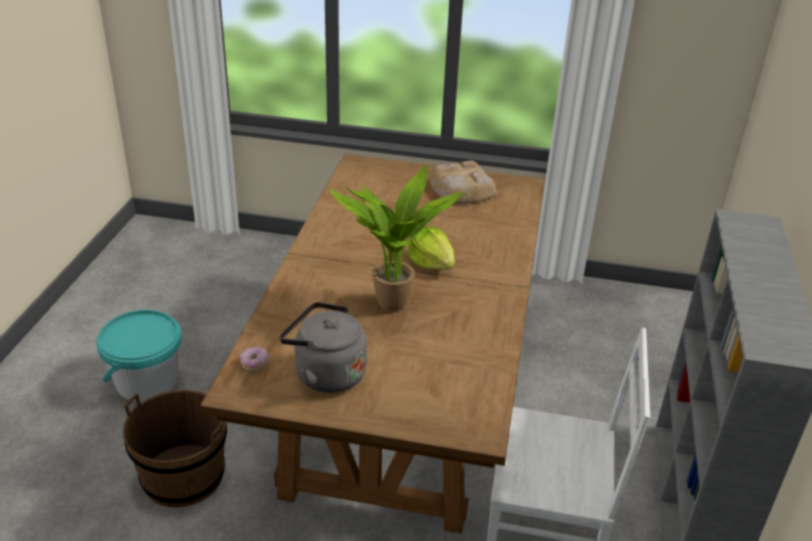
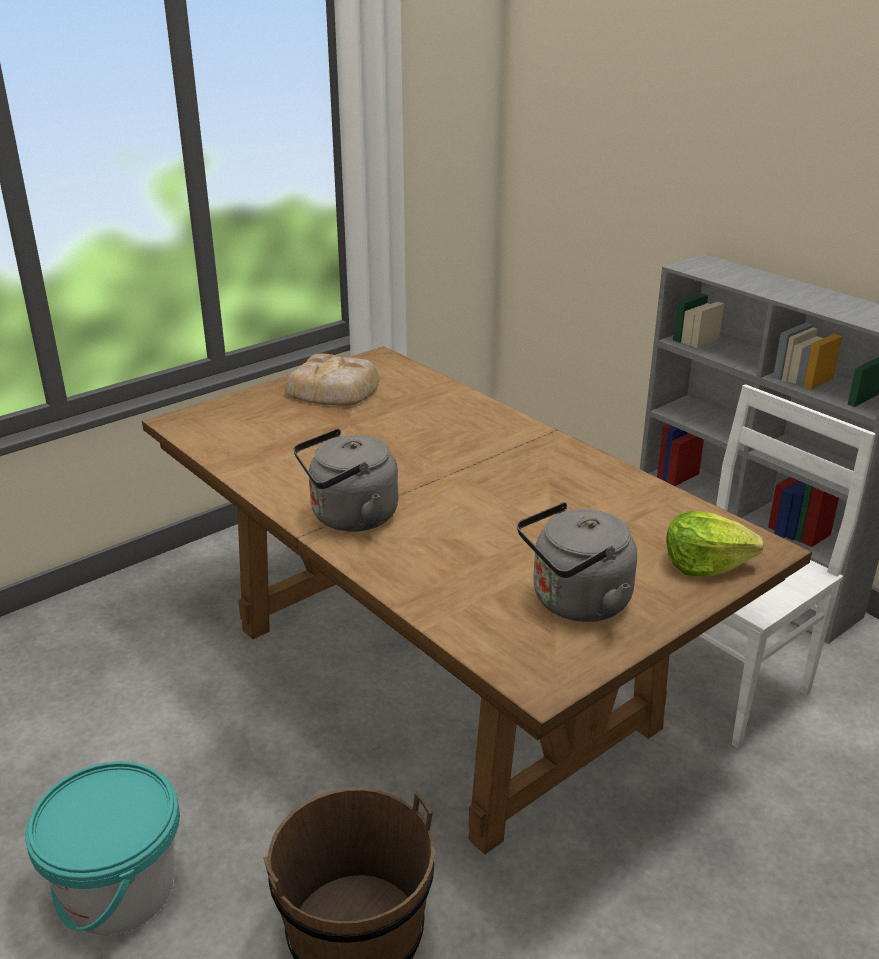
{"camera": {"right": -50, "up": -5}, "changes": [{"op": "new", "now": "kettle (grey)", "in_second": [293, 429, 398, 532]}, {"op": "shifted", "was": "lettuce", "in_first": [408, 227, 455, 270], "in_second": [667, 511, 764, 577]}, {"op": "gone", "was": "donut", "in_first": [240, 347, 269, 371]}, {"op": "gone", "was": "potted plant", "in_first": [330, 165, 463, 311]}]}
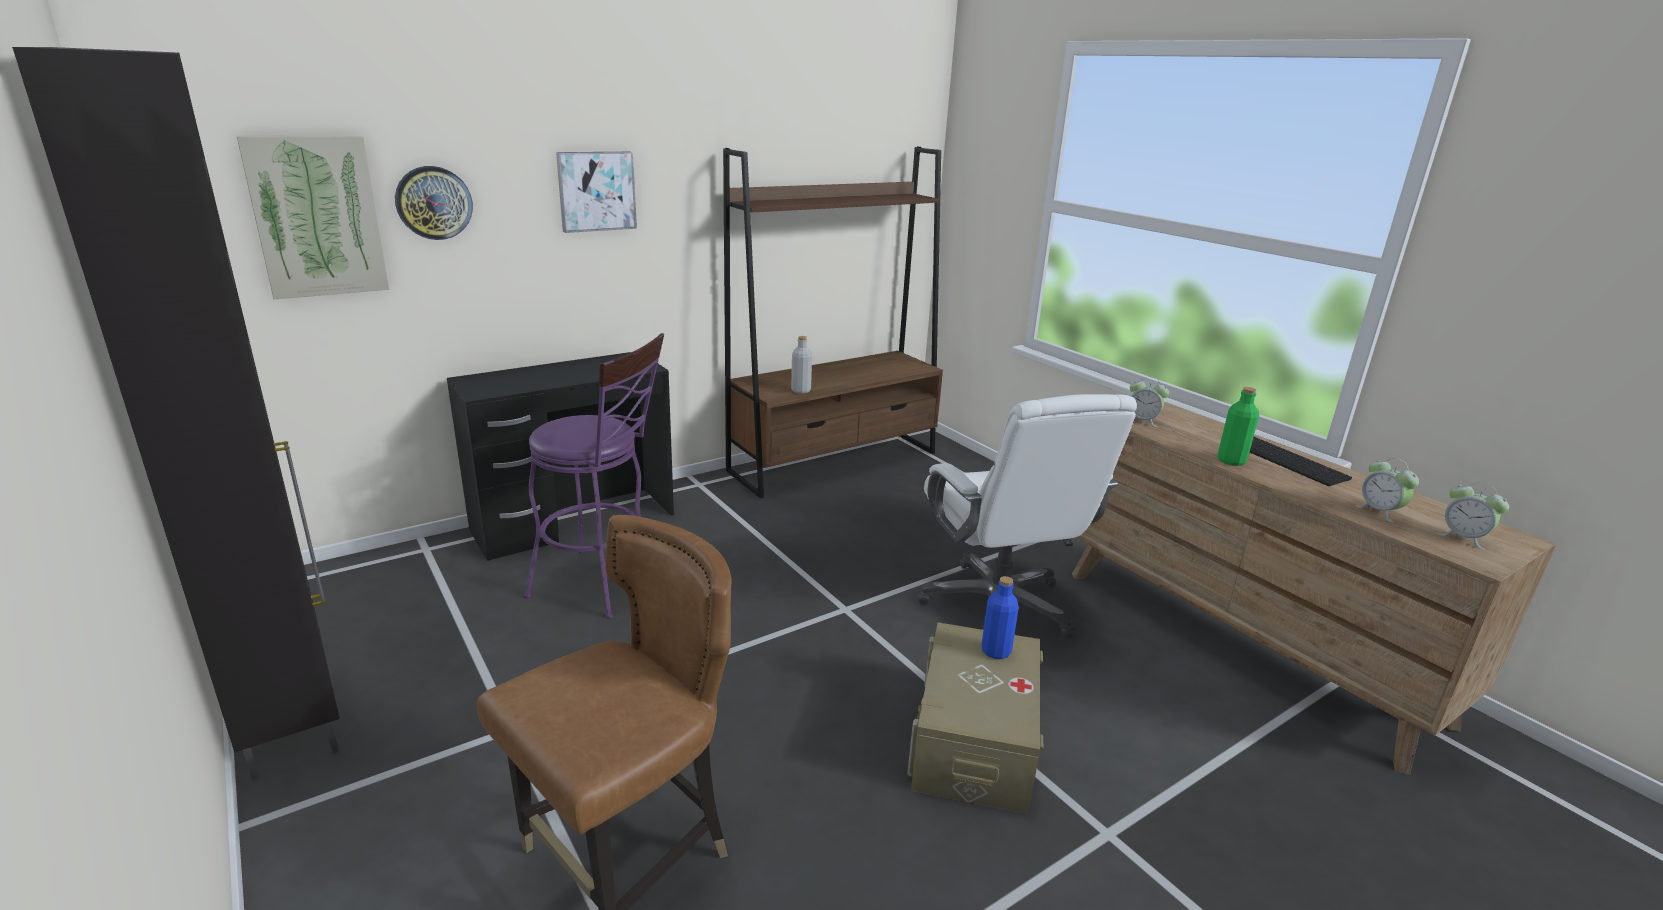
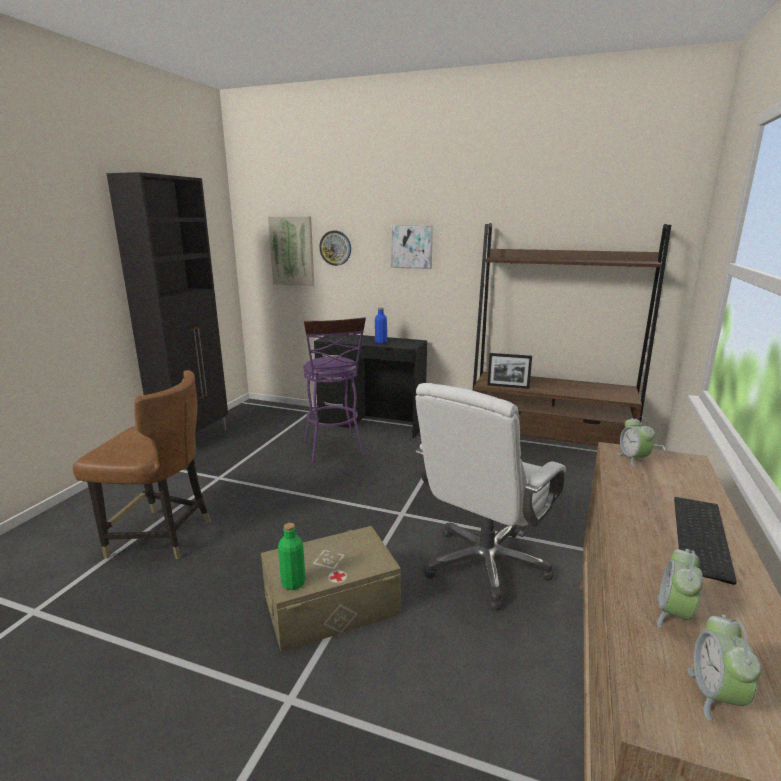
{"camera": {"right": 55, "up": -5}, "changes": [{"op": "shifted", "was": "bottle (green)", "in_first": [1217, 387, 1259, 466], "in_second": [278, 523, 306, 590]}, {"op": "shifted", "was": "bottle (blue)", "in_first": [981, 576, 1019, 659], "in_second": [375, 307, 387, 344]}, {"op": "swapped", "was": "bottle (grey)", "now": "picture frame", "in_first": [791, 336, 812, 394], "in_second": [488, 353, 532, 389]}]}
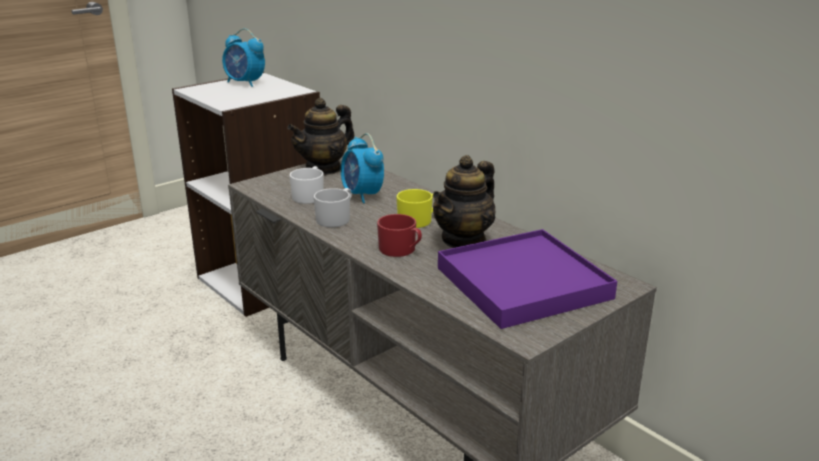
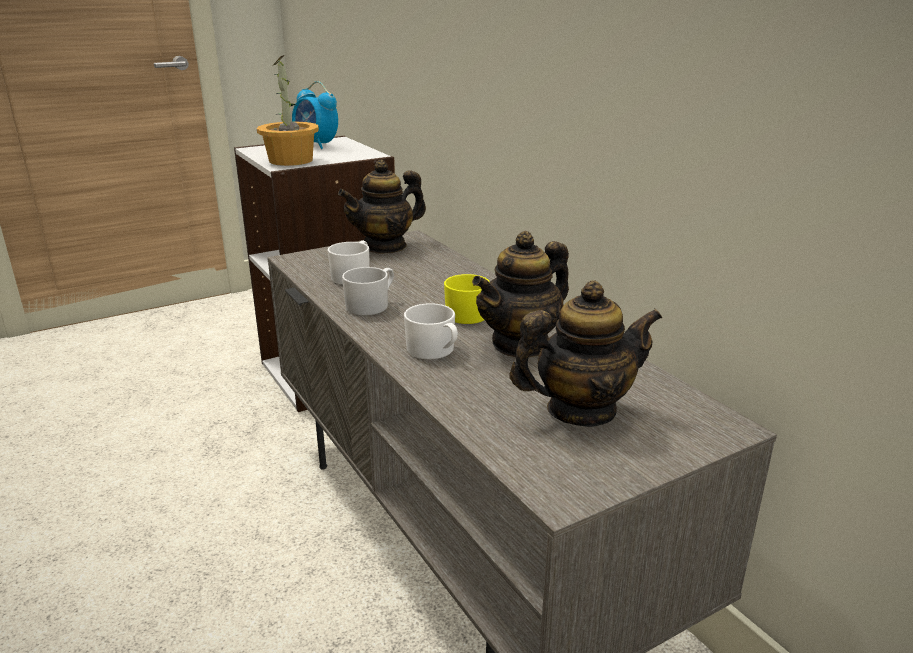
{"camera": {"right": 10, "up": 0}, "changes": [{"op": "new", "now": "potted plant", "in_second": [257, 55, 319, 166]}, {"op": "repainted", "was": "mug (red)", "now": "mug (white)", "in_first": [377, 214, 422, 257], "in_second": [404, 303, 458, 359]}, {"op": "swapped", "was": "tray (purple)", "now": "teapot", "in_first": [438, 229, 617, 329], "in_second": [509, 280, 663, 427]}, {"op": "gone", "was": "alarm clock", "in_first": [341, 133, 384, 203]}]}
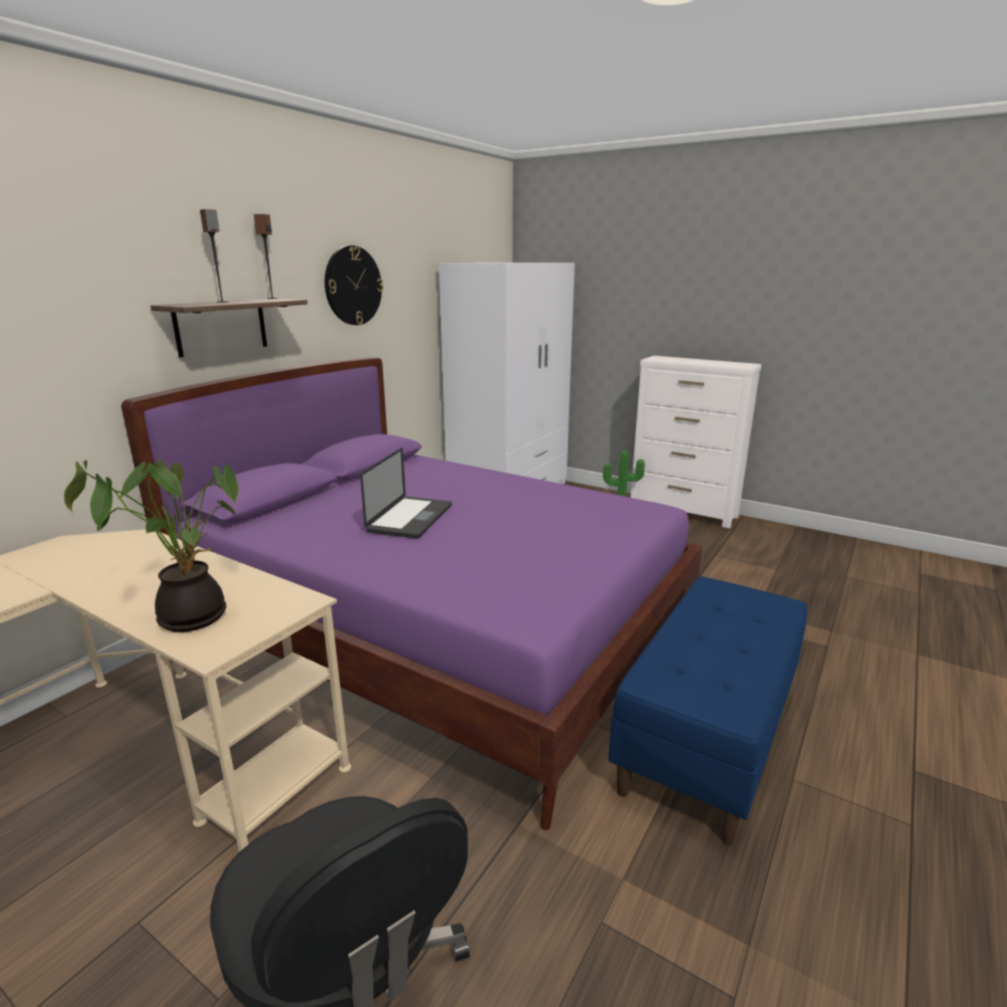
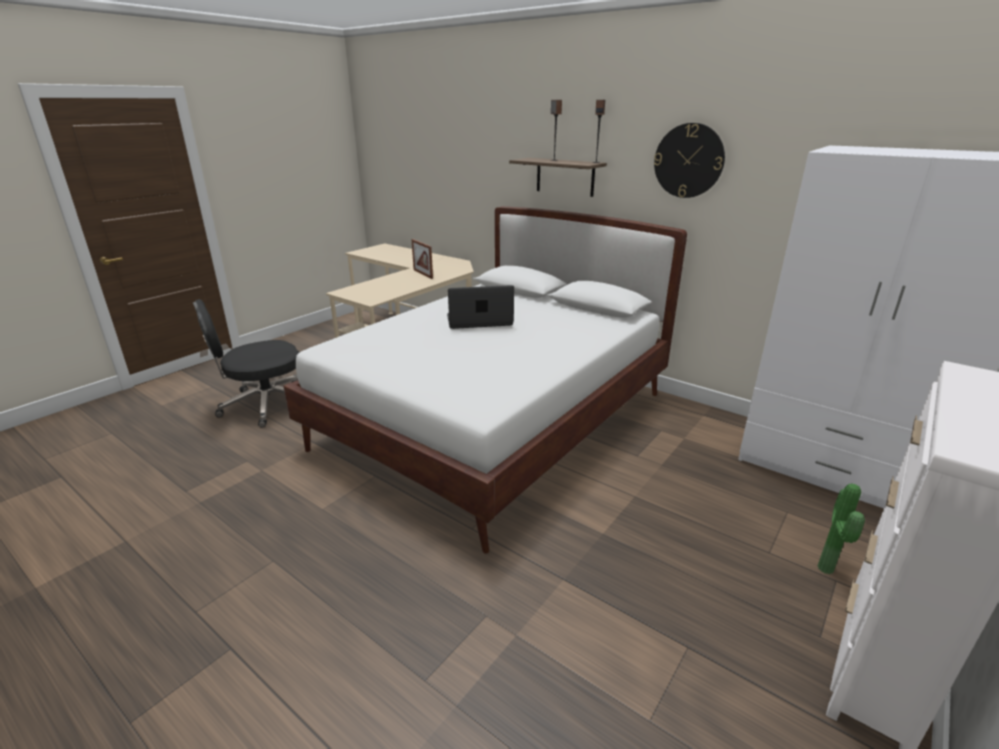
{"camera": {"right": 95, "up": 5}, "changes": [{"op": "repainted", "was": "bed (purple)", "now": "bed (white)", "in_first": [121, 357, 703, 830], "in_second": [283, 206, 687, 554]}, {"op": "new", "now": "picture frame", "in_second": [412, 239, 433, 279]}, {"op": "rotated", "was": "laptop", "in_first": [360, 448, 452, 538], "in_second": [447, 285, 514, 329], "clockwise": 150}, {"op": "gone", "was": "potted plant", "in_first": [64, 459, 239, 632]}, {"op": "gone", "was": "bench (blue)", "in_first": [609, 576, 807, 845]}]}
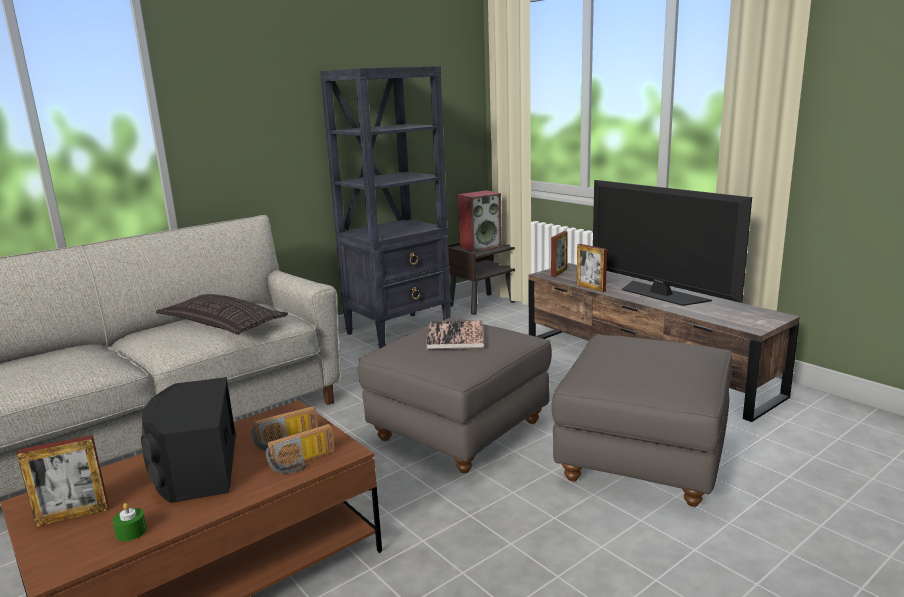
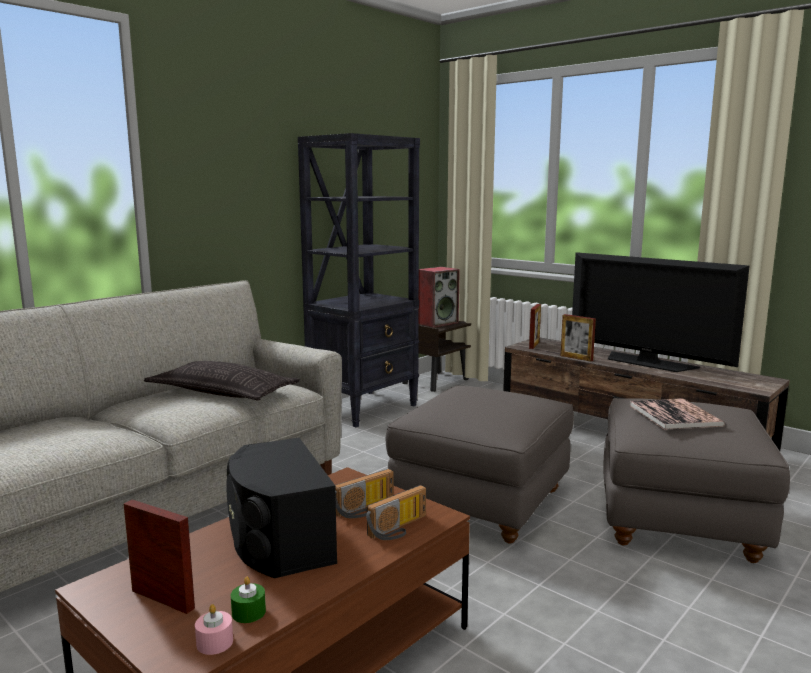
{"camera": {"right": -10, "up": -5}, "changes": [{"op": "rotated", "was": "picture frame", "in_first": [17, 435, 109, 527], "in_second": [124, 500, 195, 614], "clockwise": -120}, {"op": "new", "now": "candle (pink)", "in_second": [195, 604, 233, 655]}, {"op": "shifted", "was": "book", "in_first": [426, 320, 484, 349], "in_second": [630, 398, 725, 430]}]}
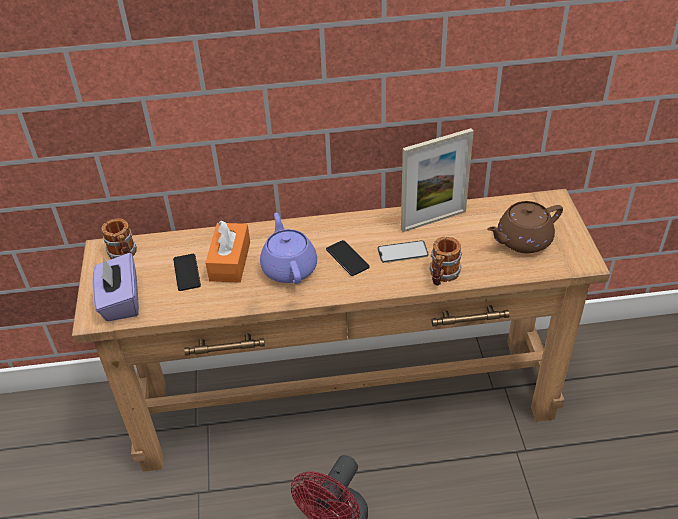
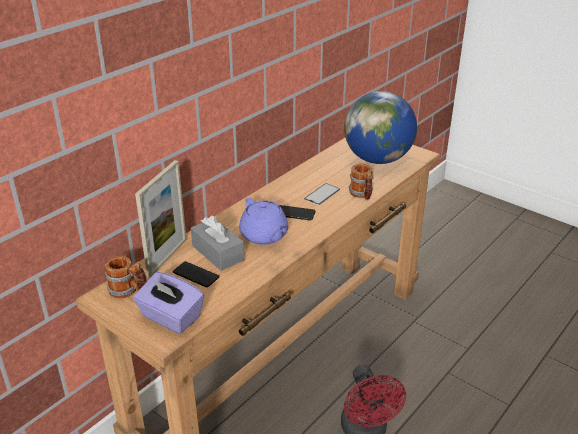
{"camera": {"right": -45, "up": -10}, "changes": [{"op": "shifted", "was": "picture frame", "in_first": [401, 128, 474, 232], "in_second": [135, 160, 186, 277]}, {"op": "repainted", "was": "tissue box (orange)", "now": "tissue box (grey)", "in_first": [205, 220, 250, 283], "in_second": [191, 216, 244, 271]}, {"op": "rotated", "was": "teapot (purple)", "in_first": [260, 212, 317, 284], "in_second": [239, 198, 288, 245], "clockwise": -150}, {"op": "swapped", "was": "teapot (brown)", "now": "globe", "in_first": [487, 201, 563, 253], "in_second": [344, 91, 417, 164]}]}
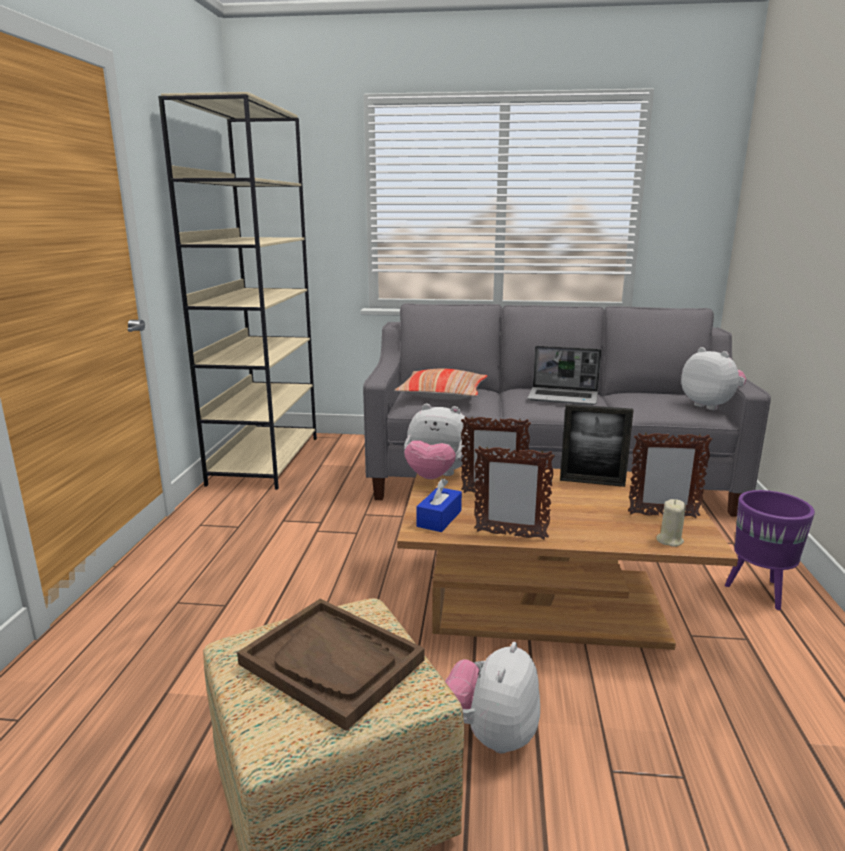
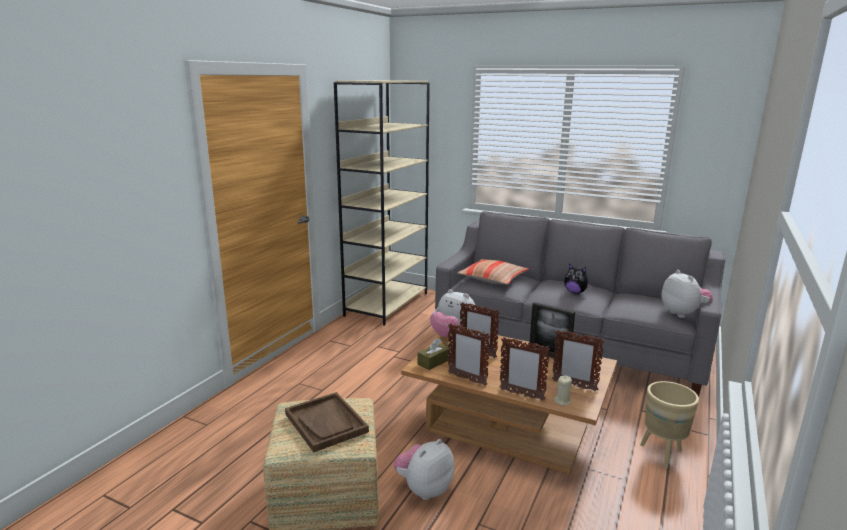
{"camera": {"right": 20, "up": 0}, "changes": [{"op": "repainted", "was": "tissue box (blue)", "now": "tissue box (brown)", "in_first": [416, 479, 462, 532], "in_second": [418, 338, 449, 370]}, {"op": "new", "now": "picture frame", "in_second": [500, 337, 550, 401]}, {"op": "swapped", "was": "laptop", "now": "plush toy", "in_first": [527, 346, 601, 405], "in_second": [564, 264, 592, 294]}, {"op": "repainted", "was": "planter (purple)", "now": "planter (beige)", "in_first": [725, 490, 815, 610], "in_second": [640, 381, 699, 468]}]}
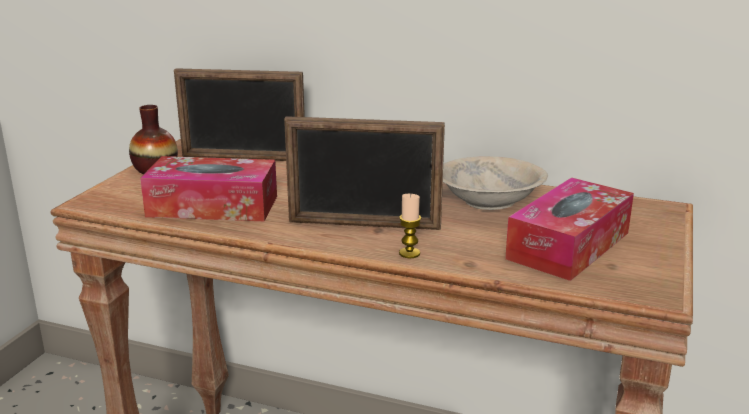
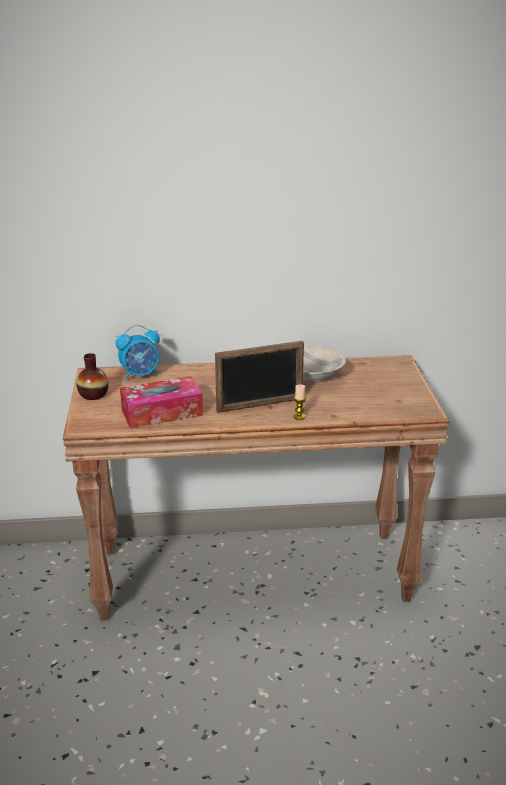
{"camera": {"right": -25, "up": 5}, "changes": [{"op": "swapped", "was": "picture frame", "now": "alarm clock", "in_first": [174, 68, 305, 161], "in_second": [116, 325, 160, 381]}, {"op": "gone", "was": "tissue box", "in_first": [505, 177, 634, 281]}]}
